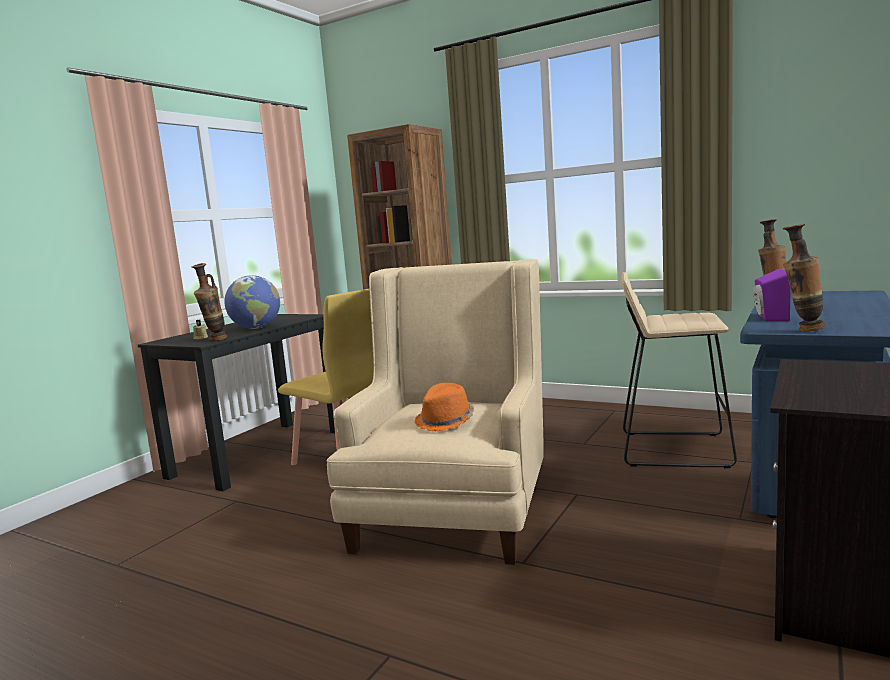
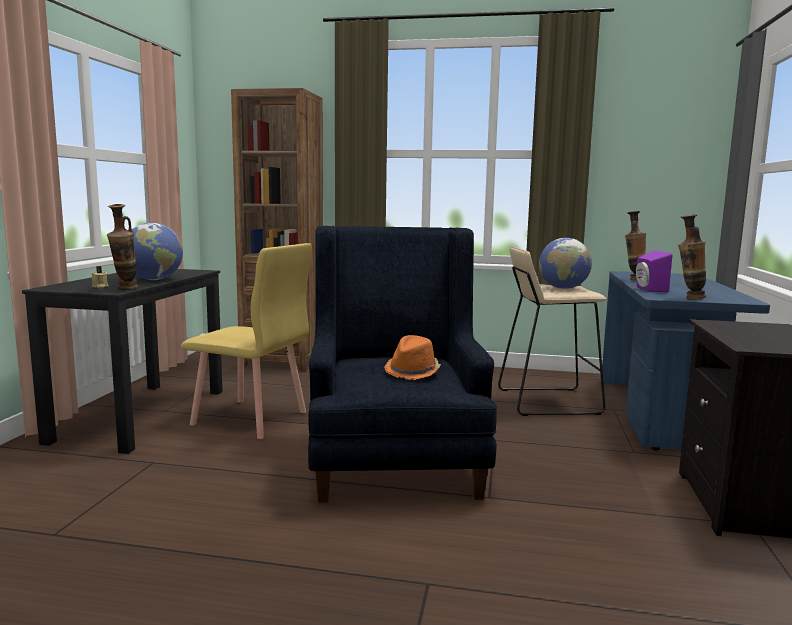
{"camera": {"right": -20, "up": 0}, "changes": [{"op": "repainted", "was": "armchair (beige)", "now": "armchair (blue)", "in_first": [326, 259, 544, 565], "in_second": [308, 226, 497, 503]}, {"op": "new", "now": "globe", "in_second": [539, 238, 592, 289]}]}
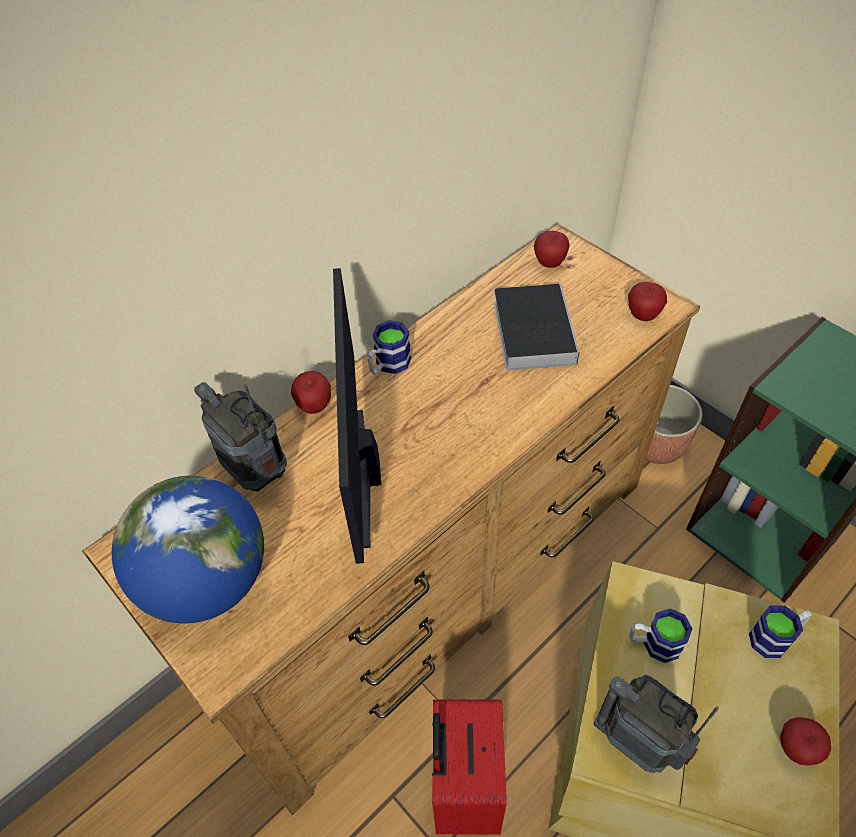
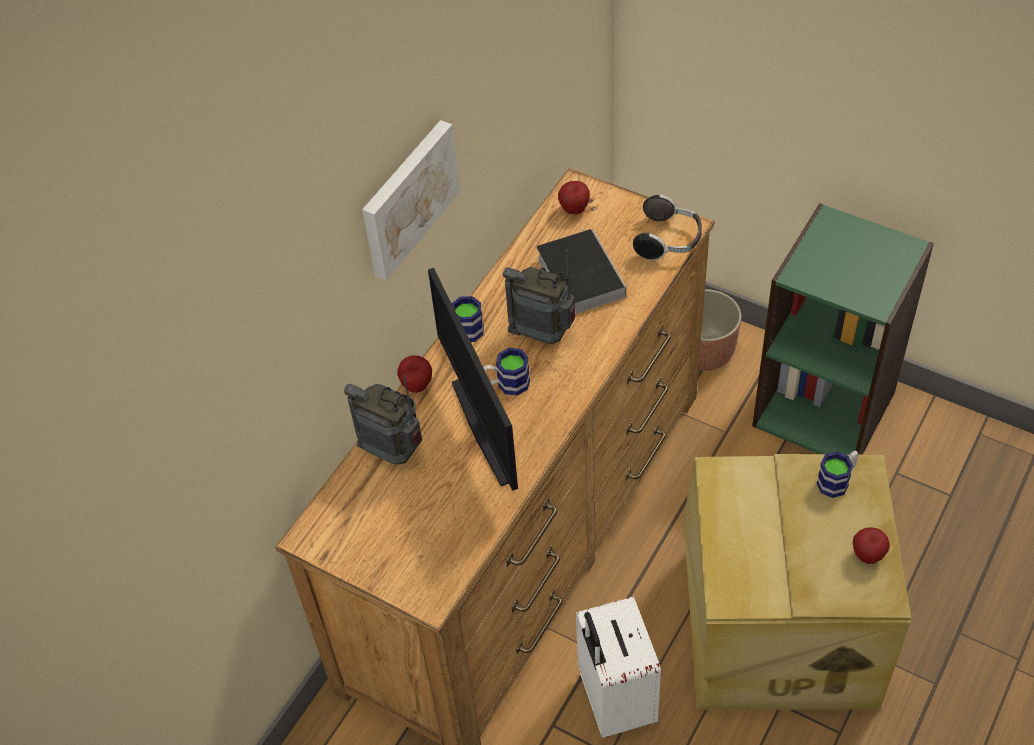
{"camera": {"right": -15, "up": 0}, "changes": [{"op": "new", "now": "picture", "in_second": [362, 120, 460, 280]}, {"op": "shifted", "was": "mug", "in_first": [629, 608, 693, 663], "in_second": [483, 348, 530, 396]}, {"op": "shifted", "was": "radio", "in_first": [594, 675, 719, 773], "in_second": [503, 249, 576, 344]}, {"op": "repainted", "was": "suitcase (red)", "now": "suitcase (white)", "in_first": [432, 699, 507, 835], "in_second": [576, 596, 661, 738]}, {"op": "swapped", "was": "apple", "now": "headphones", "in_first": [628, 282, 667, 321], "in_second": [633, 194, 702, 260]}, {"op": "gone", "was": "globe", "in_first": [112, 475, 264, 623]}]}
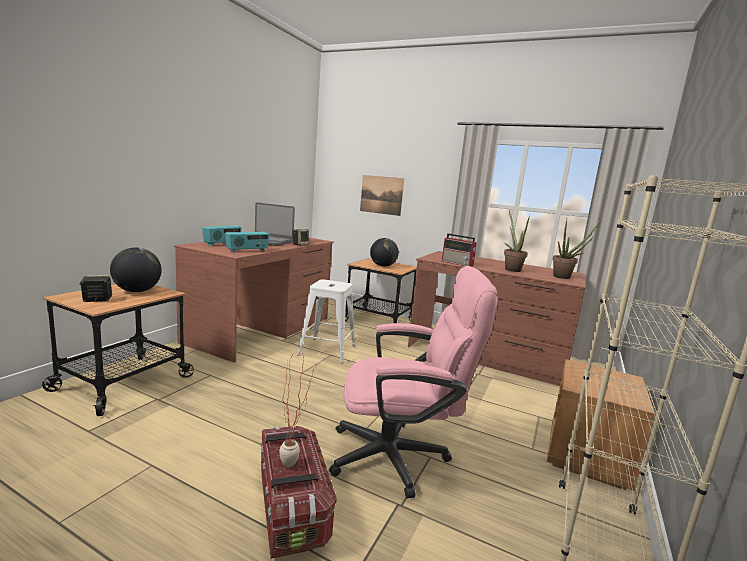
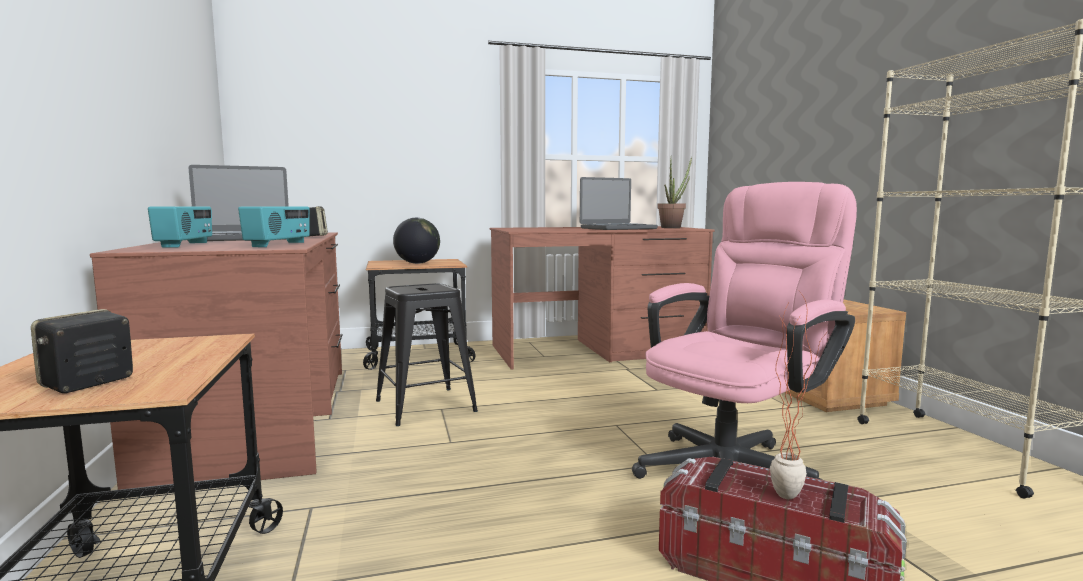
{"camera": {"right": -40, "up": -5}, "changes": [{"op": "repainted", "was": "stool (white)", "now": "stool (black)", "in_first": [297, 279, 355, 363], "in_second": [376, 283, 478, 426]}, {"op": "swapped", "was": "potted plant", "now": "laptop", "in_first": [504, 211, 530, 272], "in_second": [580, 177, 658, 230]}, {"op": "gone", "was": "globe", "in_first": [110, 247, 162, 292]}, {"op": "gone", "was": "picture", "in_first": [360, 175, 404, 216]}, {"op": "gone", "was": "radio", "in_first": [442, 233, 477, 267]}]}
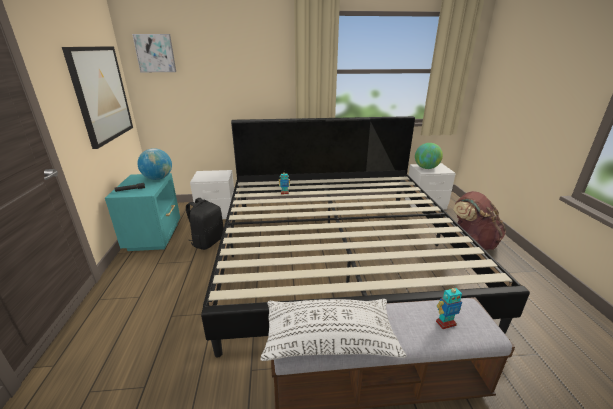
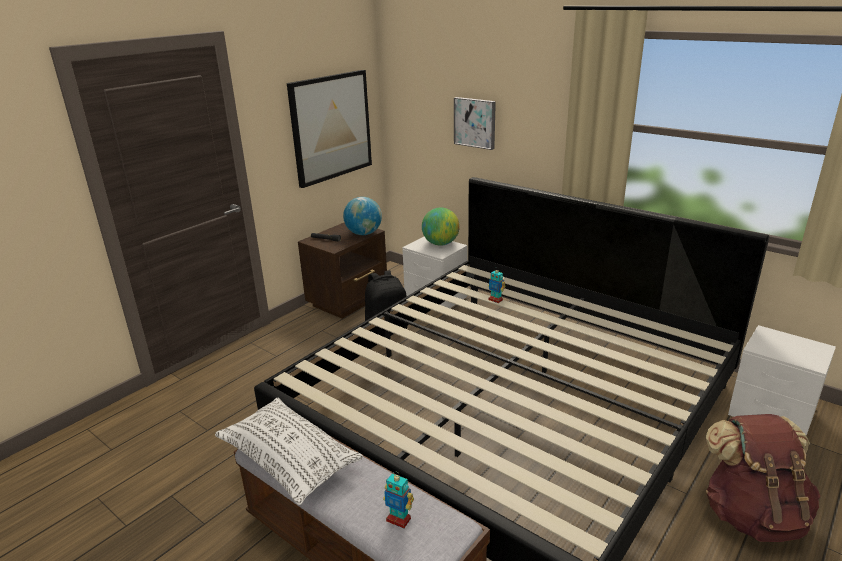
{"camera": {"right": 45, "up": 0}, "changes": [{"op": "repainted", "was": "nightstand (turquoise)", "now": "nightstand (brown)", "in_first": [105, 173, 180, 251], "in_second": [298, 222, 387, 319]}, {"op": "shifted", "was": "globe", "in_first": [415, 143, 443, 169], "in_second": [422, 208, 460, 246]}, {"op": "shifted", "was": "picture", "in_first": [132, 34, 176, 72], "in_second": [454, 97, 496, 150]}]}
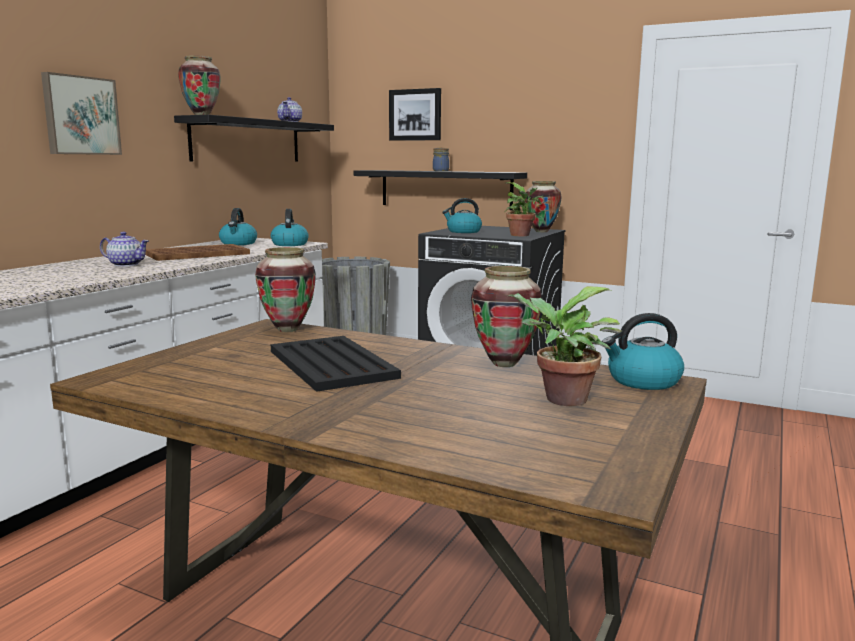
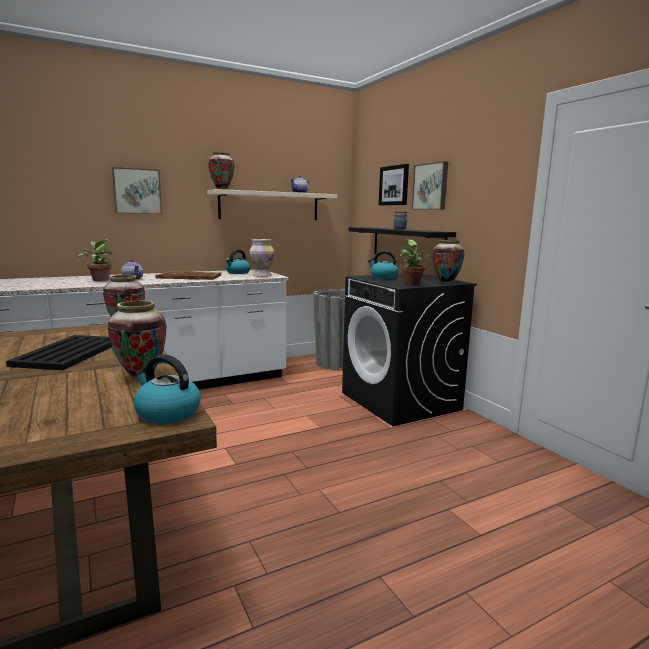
{"camera": {"right": 35, "up": 0}, "changes": [{"op": "shifted", "was": "potted plant", "in_first": [508, 287, 621, 406], "in_second": [78, 240, 112, 281]}, {"op": "repainted", "was": "shelf (black)", "now": "shelf (beige)", "in_first": [174, 115, 334, 162], "in_second": [207, 189, 338, 220]}, {"op": "swapped", "was": "kettle", "now": "vase", "in_first": [271, 209, 309, 246], "in_second": [249, 239, 275, 277]}, {"op": "new", "now": "picture", "in_second": [411, 161, 448, 210]}]}
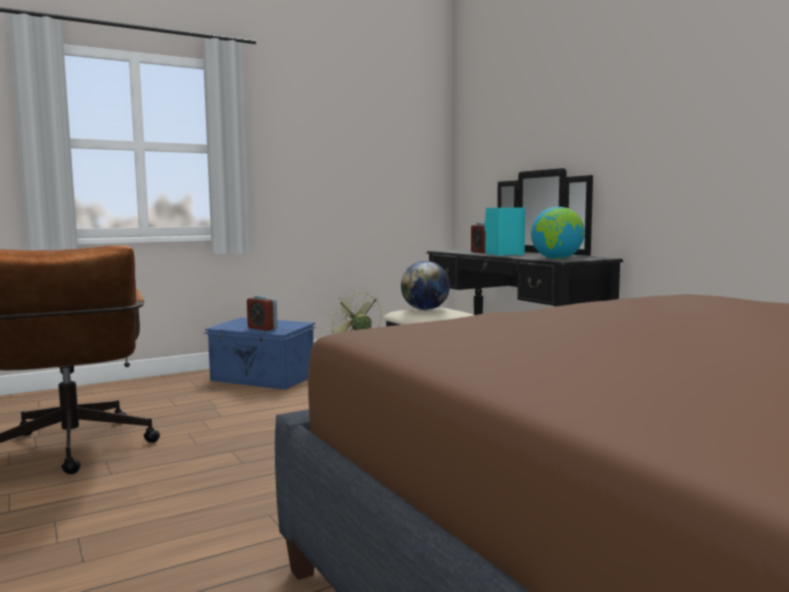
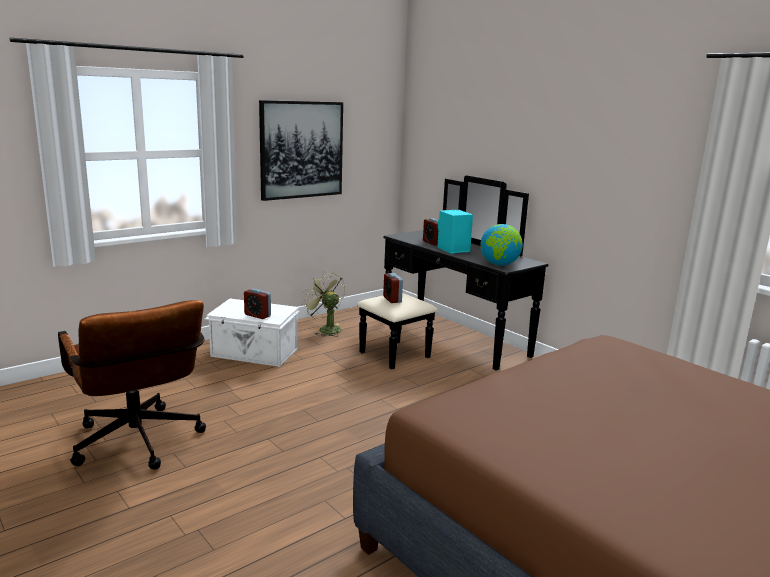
{"camera": {"right": -10, "up": 10}, "changes": [{"op": "repainted", "was": "storage box (blue)", "now": "storage box (white)", "in_first": [203, 318, 316, 390], "in_second": [205, 299, 300, 367]}, {"op": "new", "now": "picture", "in_second": [259, 100, 343, 201]}, {"op": "swapped", "was": "globe", "now": "alarm clock", "in_first": [401, 261, 450, 310], "in_second": [383, 273, 403, 303]}]}
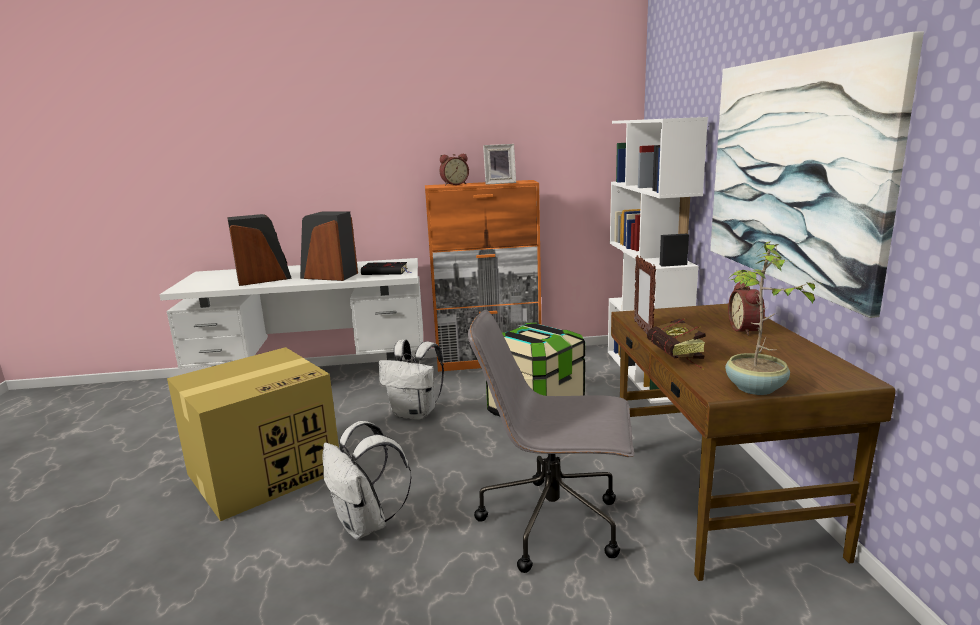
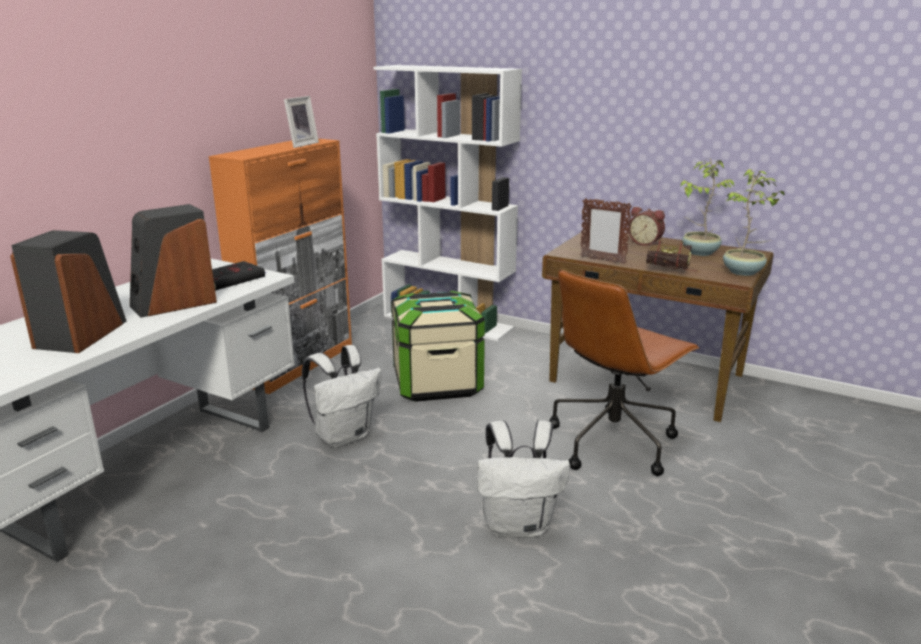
{"camera": {"right": -55, "up": 5}, "changes": [{"op": "repainted", "was": "office chair (grey)", "now": "office chair (brown)", "in_first": [468, 310, 634, 573], "in_second": [549, 269, 700, 476]}, {"op": "new", "now": "potted plant", "in_second": [681, 158, 734, 256]}, {"op": "gone", "was": "cardboard box", "in_first": [167, 347, 339, 521]}, {"op": "gone", "was": "alarm clock", "in_first": [440, 154, 469, 186]}, {"op": "gone", "was": "picture", "in_first": [710, 31, 924, 318]}]}
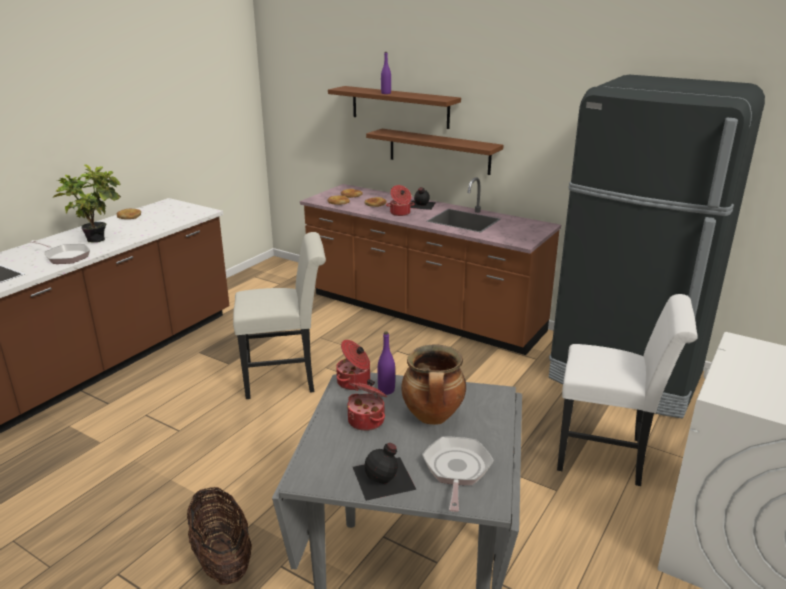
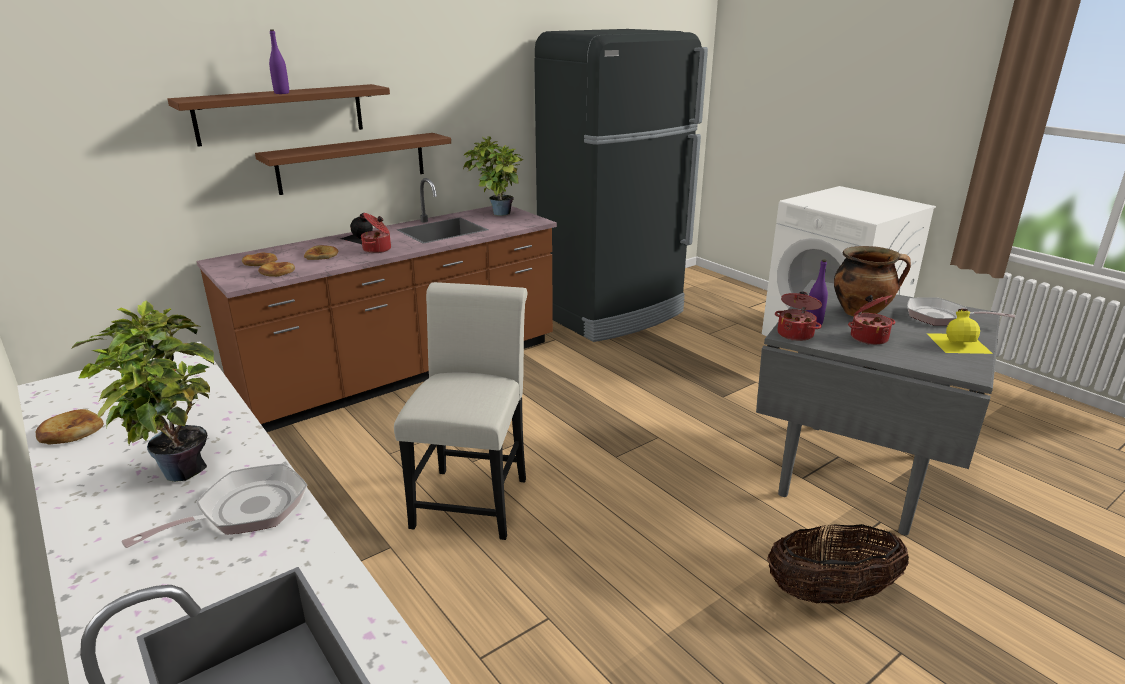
{"camera": {"right": -70, "up": 0}, "changes": [{"op": "new", "now": "potted plant", "in_second": [463, 136, 523, 216]}, {"op": "repainted", "was": "bottle (black)", "now": "bottle (yellow)", "in_first": [353, 443, 416, 501], "in_second": [926, 309, 993, 354]}, {"op": "gone", "was": "chair (white)", "in_first": [557, 294, 698, 486]}]}
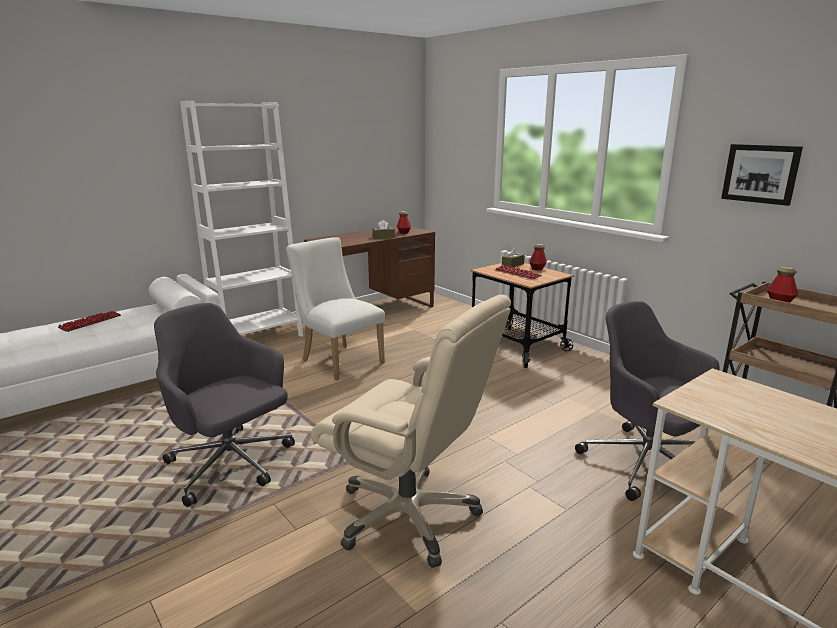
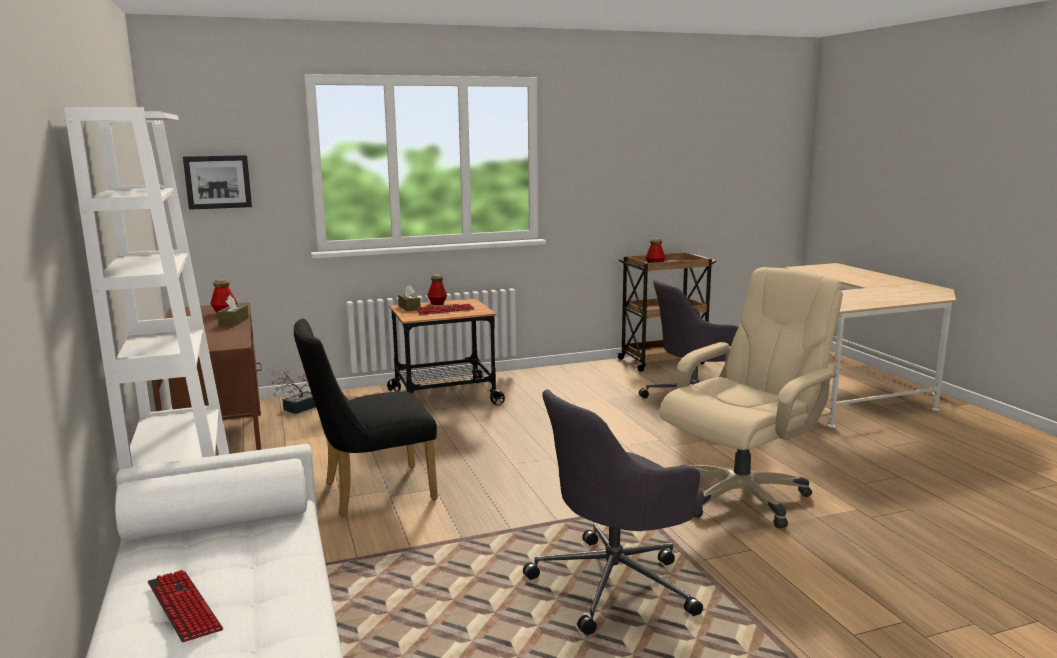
{"camera": {"right": -70, "up": -5}, "changes": [{"op": "shifted", "was": "picture", "in_first": [721, 144, 803, 206], "in_second": [183, 155, 252, 210]}, {"op": "new", "now": "potted plant", "in_second": [271, 371, 316, 414]}, {"op": "repainted", "was": "chair (white)", "now": "chair (black)", "in_first": [286, 237, 385, 381], "in_second": [294, 319, 438, 516]}]}
